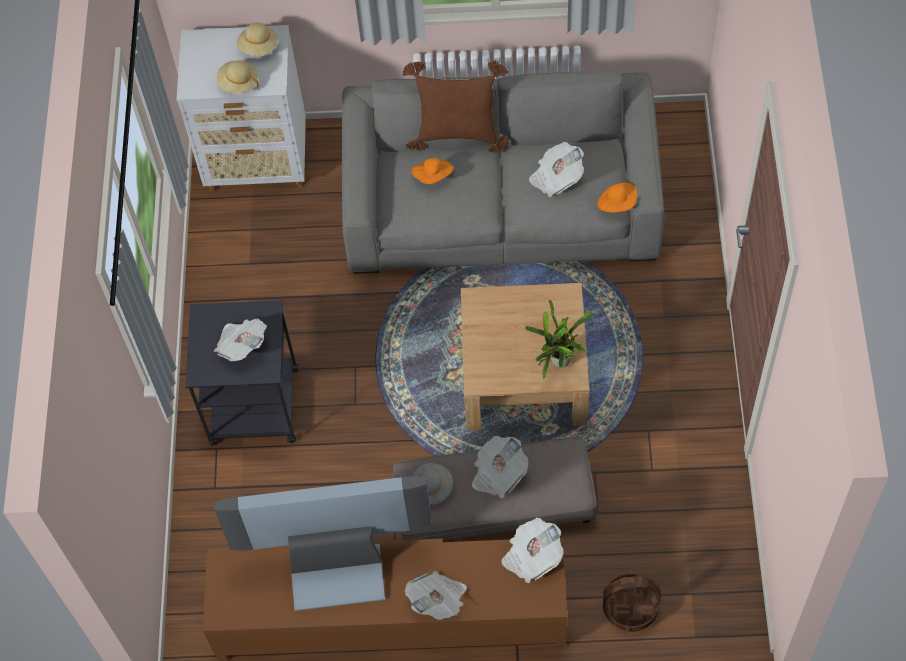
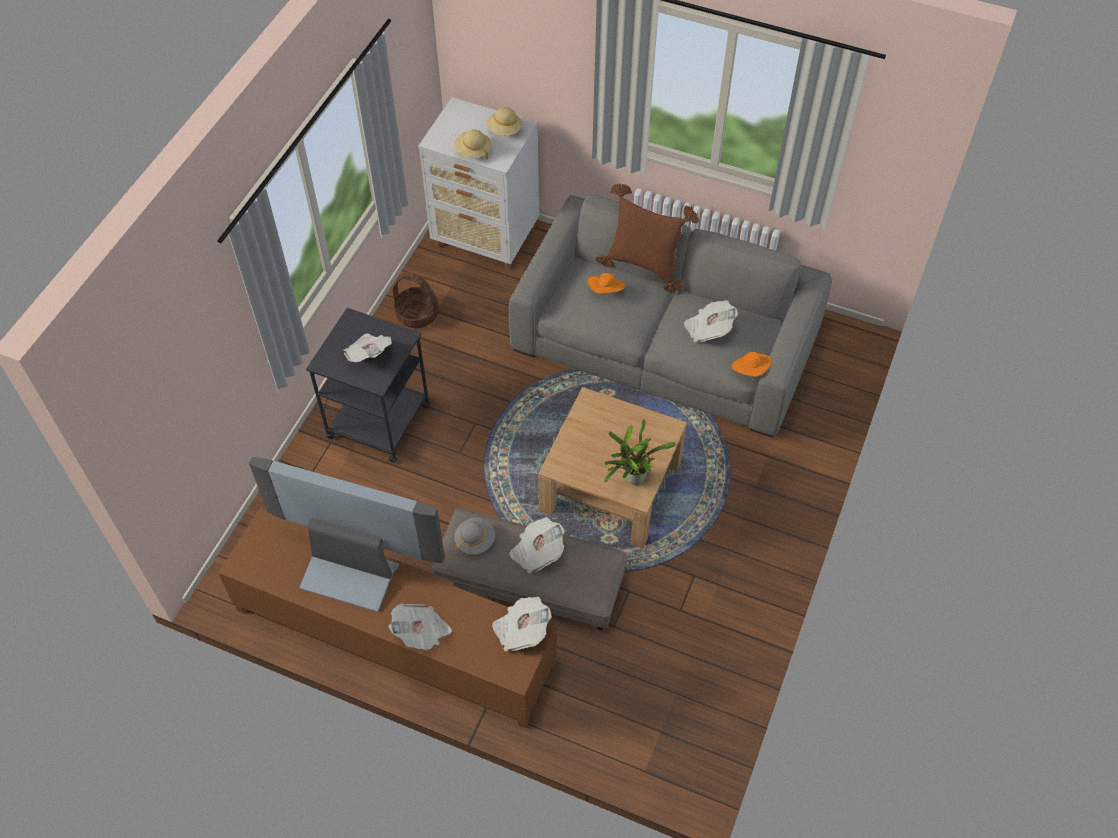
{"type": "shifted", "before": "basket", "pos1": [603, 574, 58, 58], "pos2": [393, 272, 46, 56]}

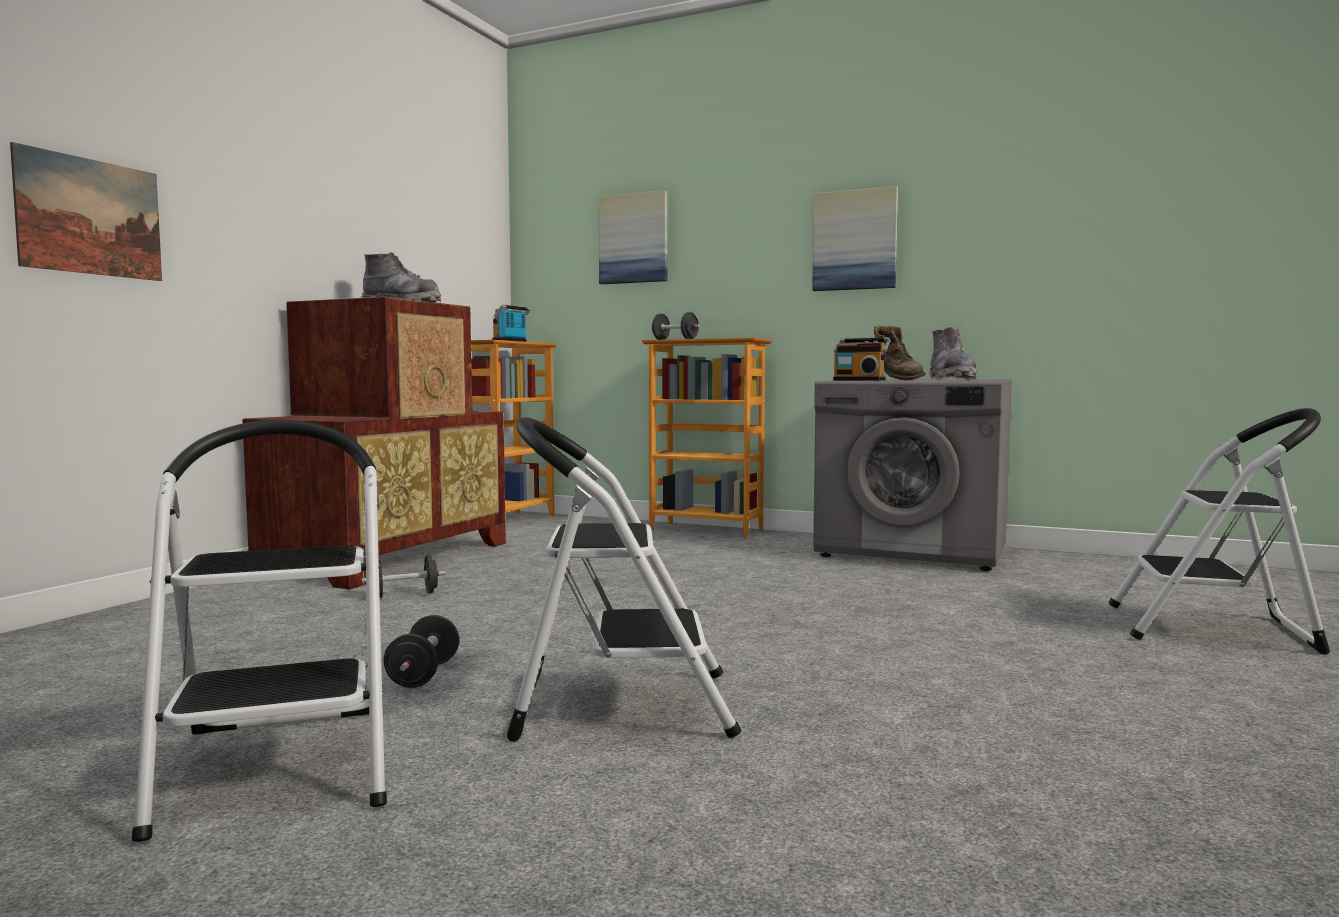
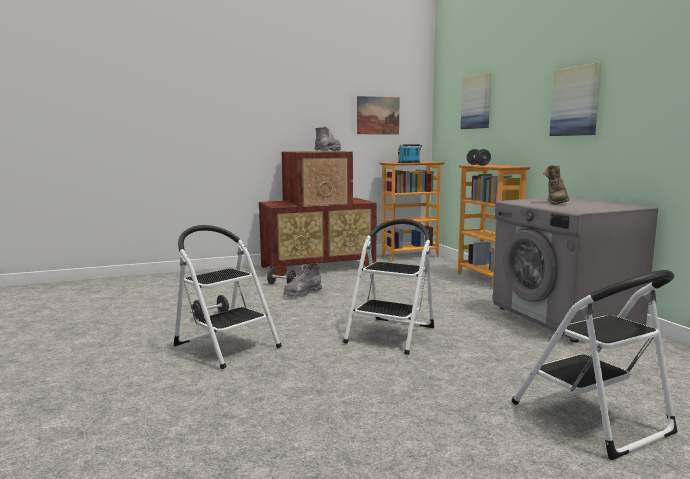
{"type": "shifted", "before": "picture", "pos1": [10, 142, 152, 139], "pos2": [357, 96, 43, 38]}
{"type": "shifted", "before": "step ladder", "pos1": [132, 419, 255, 423], "pos2": [343, 219, 91, 136]}
{"type": "gone", "before": "radio", "pos1": [833, 337, 58, 44]}
{"type": "shifted", "before": "boot/grey", "pos1": [930, 327, 47, 53], "pos2": [283, 263, 39, 34]}

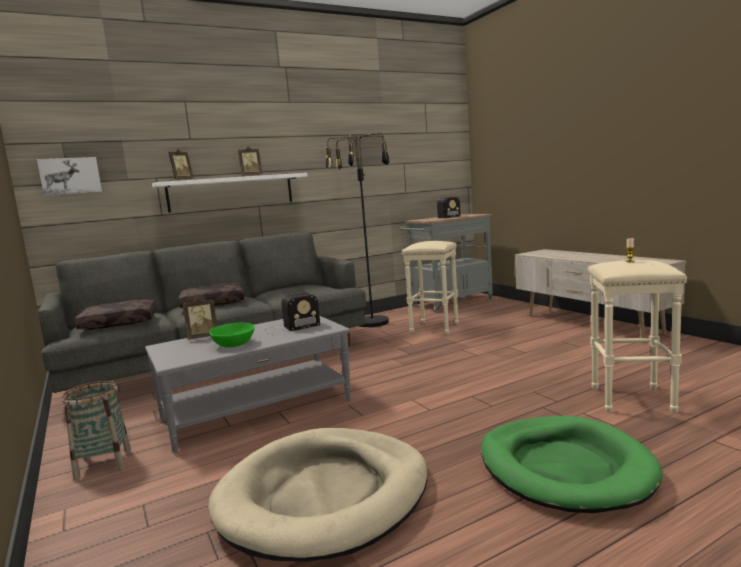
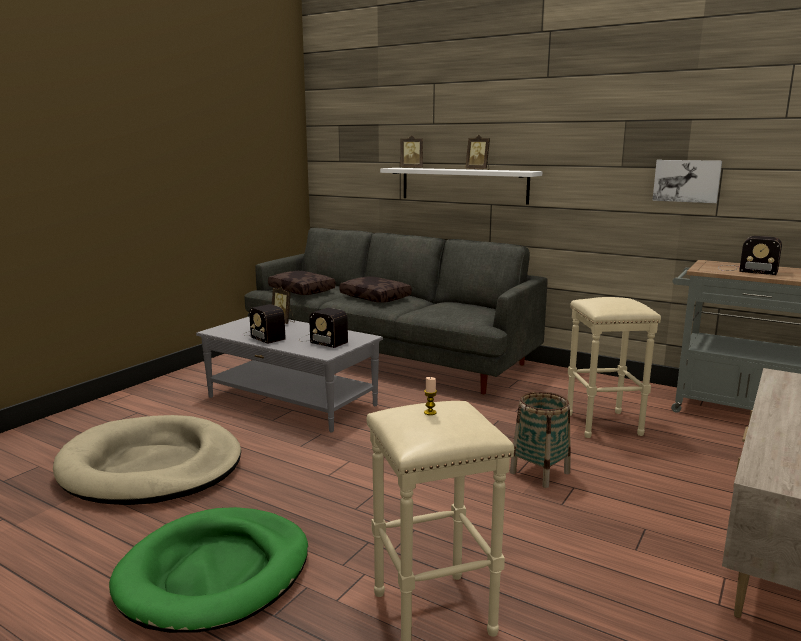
{"type": "shifted", "before": "picture", "pos1": [37, 157, 65, 39], "pos2": [652, 160, 70, 43]}
{"type": "shifted", "before": "basket", "pos1": [62, 381, 69, 99], "pos2": [510, 392, 61, 96]}
{"type": "swapped", "before": "bowl/green", "after": "radio", "pos1": [209, 323, 46, 24], "pos2": [246, 304, 40, 40]}
{"type": "gone", "before": "floor lamp", "pos1": [326, 133, 63, 194]}

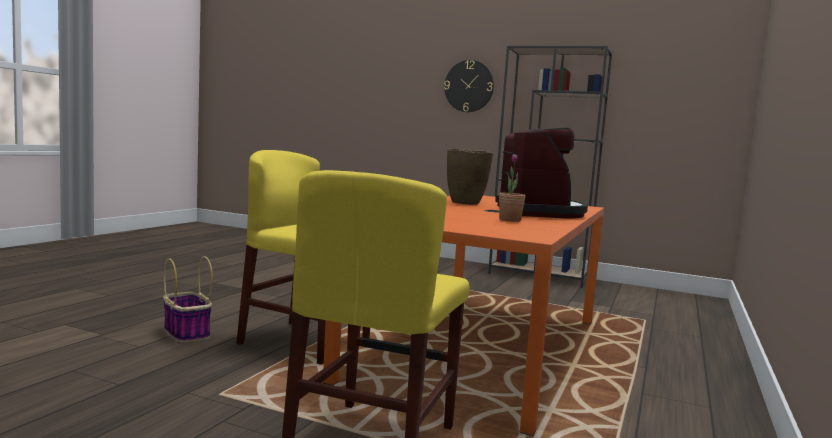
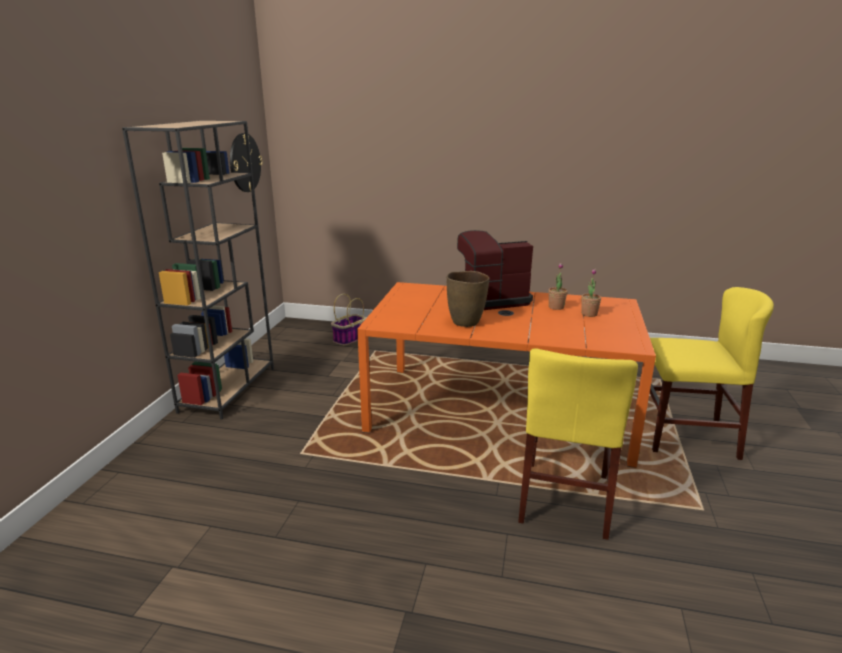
{"type": "shifted", "before": "basket", "pos1": [163, 256, 50, 87], "pos2": [331, 294, 35, 51]}
{"type": "shifted", "before": "wall clock", "pos1": [444, 60, 50, 52], "pos2": [230, 133, 33, 59]}
{"type": "new", "after": "potted plant", "pos2": [581, 269, 20, 48]}

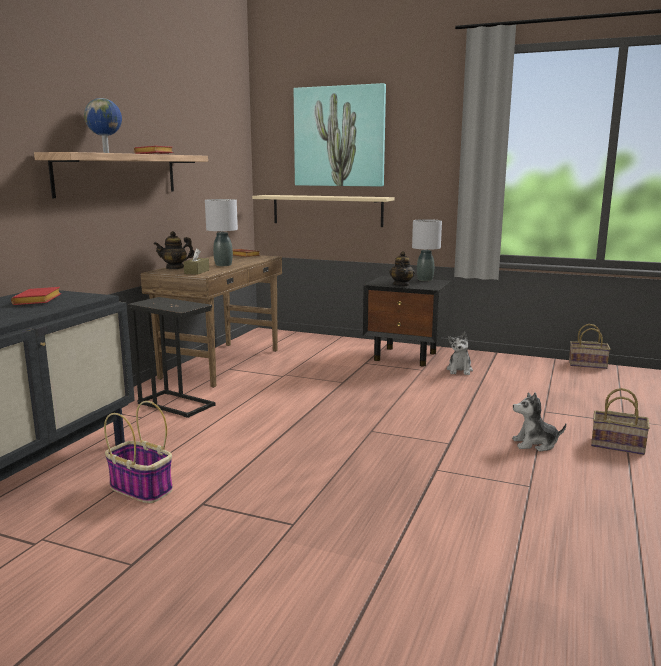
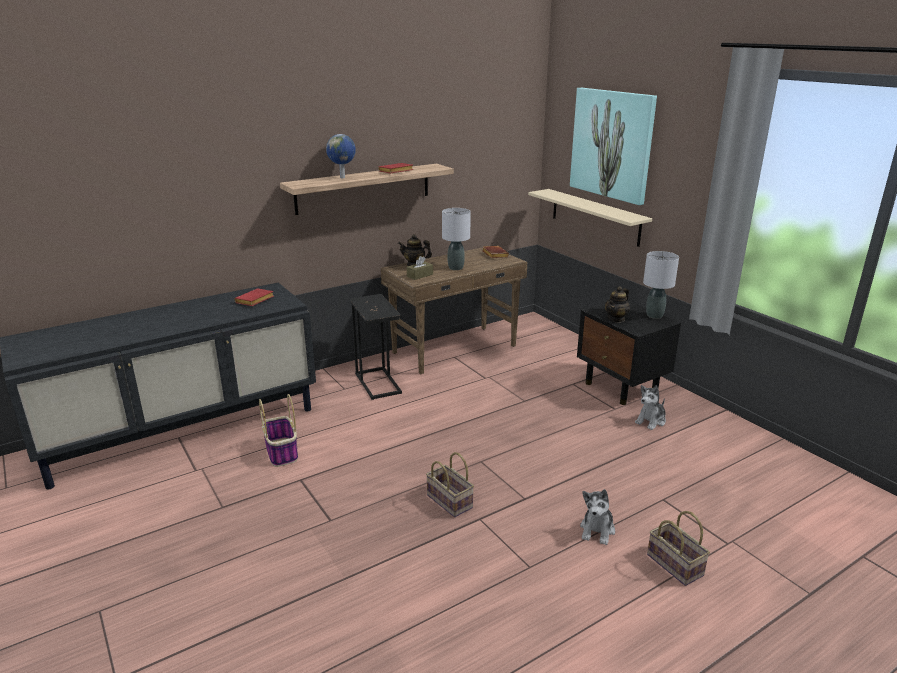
{"type": "rotated", "before": "plush toy", "pos1": [512, 392, 54, 59], "pos2": [580, 489, 35, 56], "turn": -105}
{"type": "shifted", "before": "basket", "pos1": [569, 324, 41, 45], "pos2": [426, 452, 48, 65]}

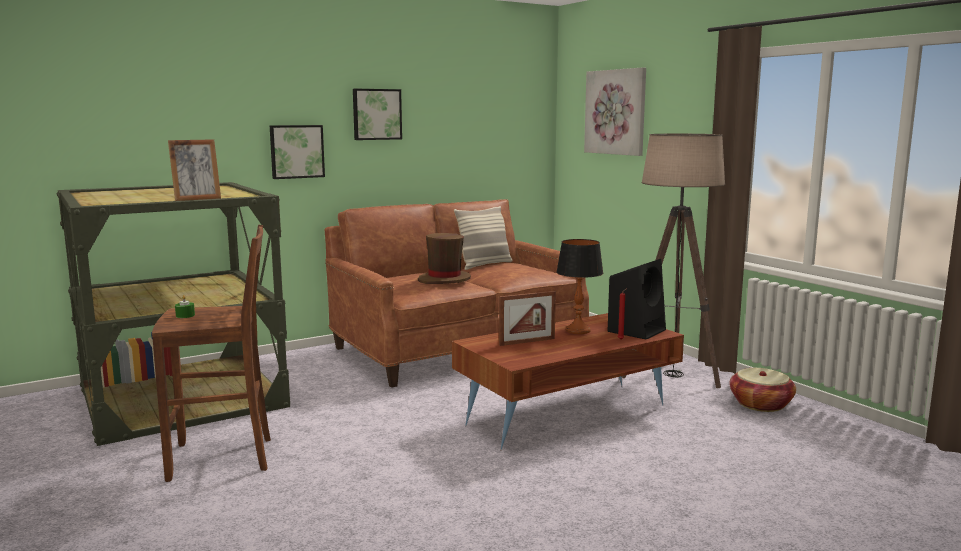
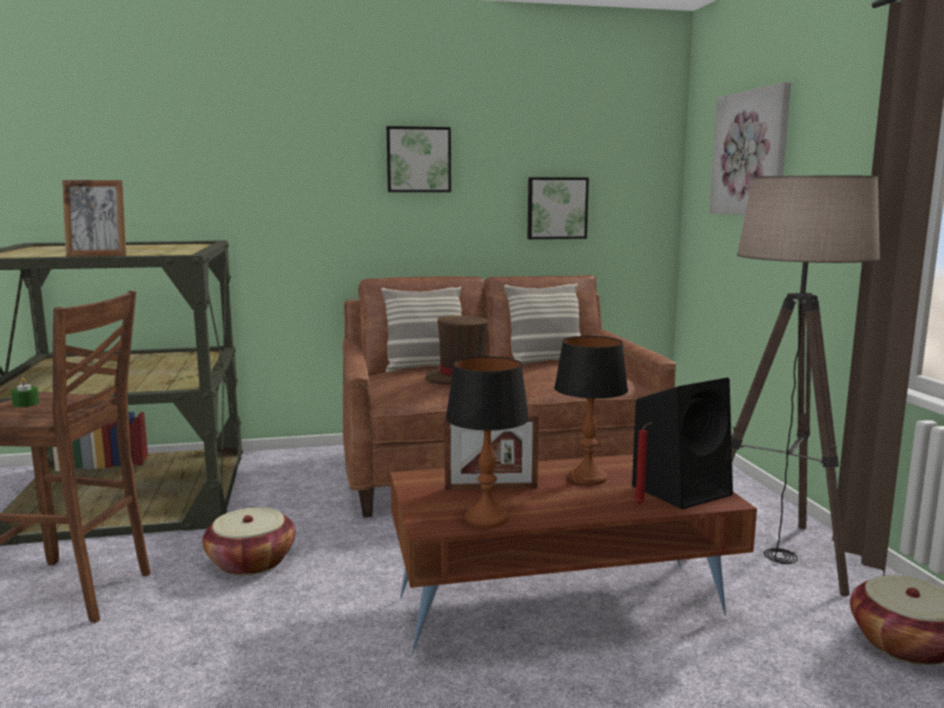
{"type": "shifted", "before": "picture", "pos1": [270, 125, 55, 54], "pos2": [527, 177, 62, 62]}
{"type": "new", "after": "basket", "pos2": [202, 507, 94, 68]}
{"type": "new", "after": "pillow", "pos2": [381, 286, 81, 86]}
{"type": "new", "after": "table lamp", "pos2": [446, 356, 83, 172]}

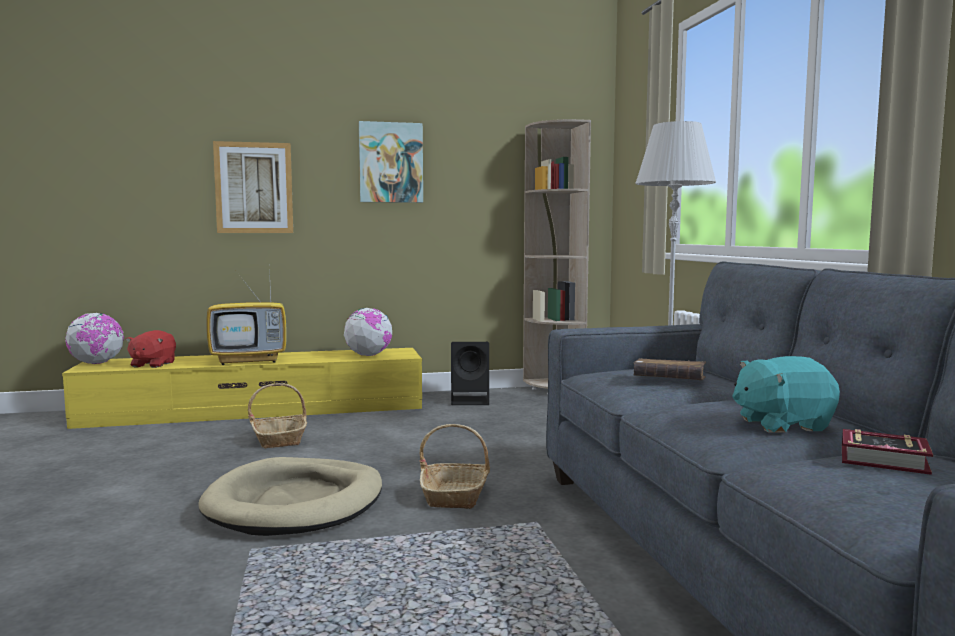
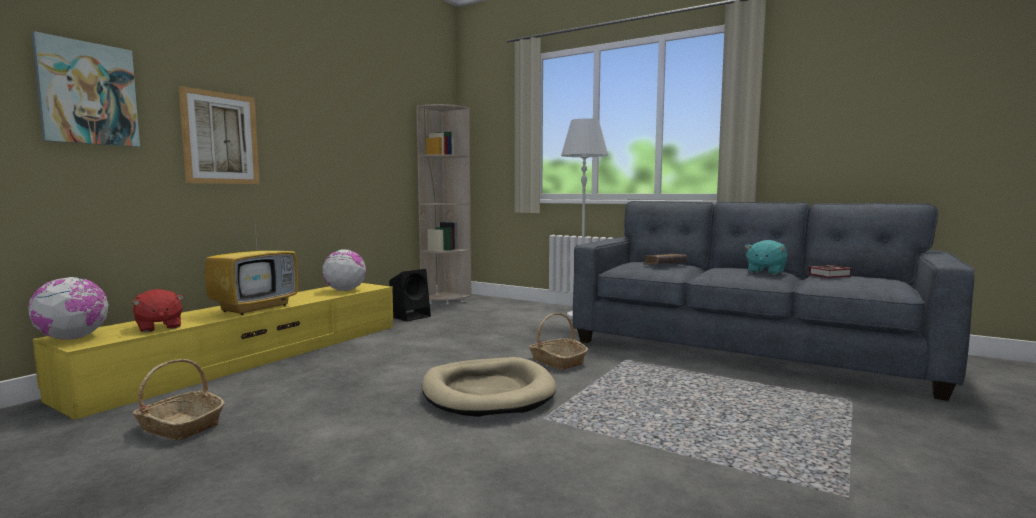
{"type": "shifted", "before": "basket", "pos1": [248, 383, 59, 65], "pos2": [132, 359, 93, 81]}
{"type": "shifted", "before": "picture", "pos1": [359, 121, 64, 82], "pos2": [32, 31, 108, 116]}

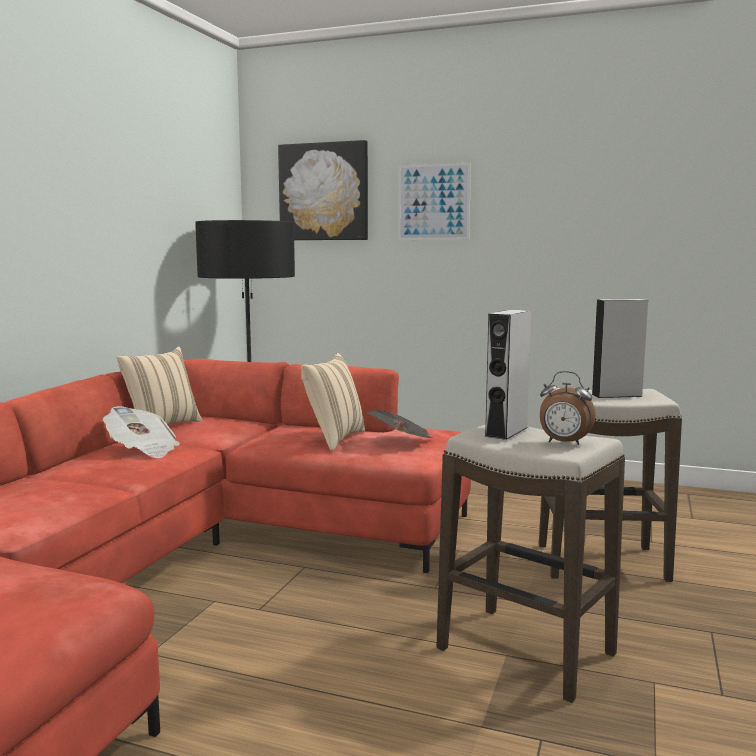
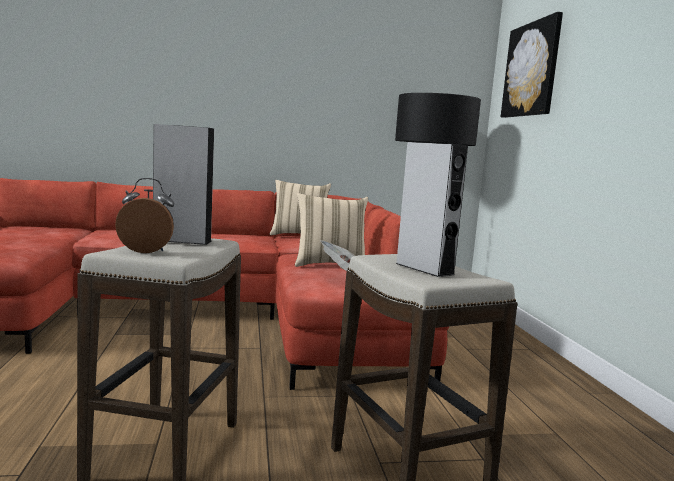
{"type": "gone", "before": "newspaper", "pos1": [103, 406, 77, 52]}
{"type": "gone", "before": "picture", "pos1": [398, 163, 73, 77]}
{"type": "rotated", "before": "alarm clock", "pos1": [540, 371, 56, 74], "pos2": [115, 178, 59, 75], "turn": 90}

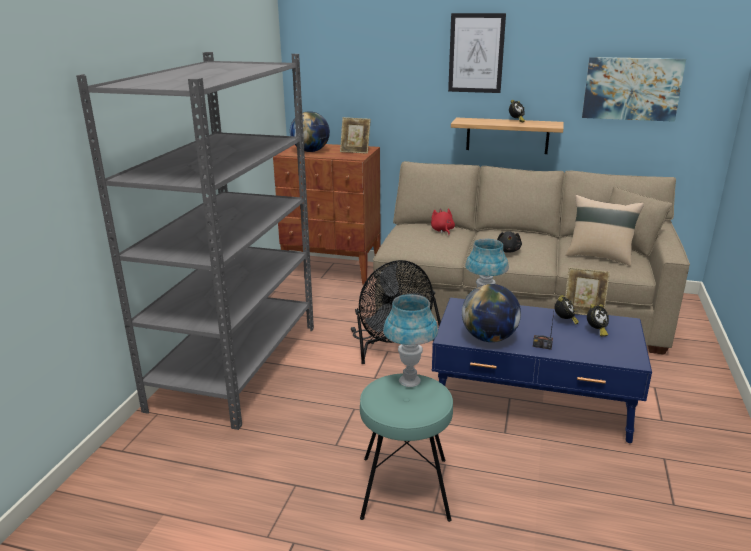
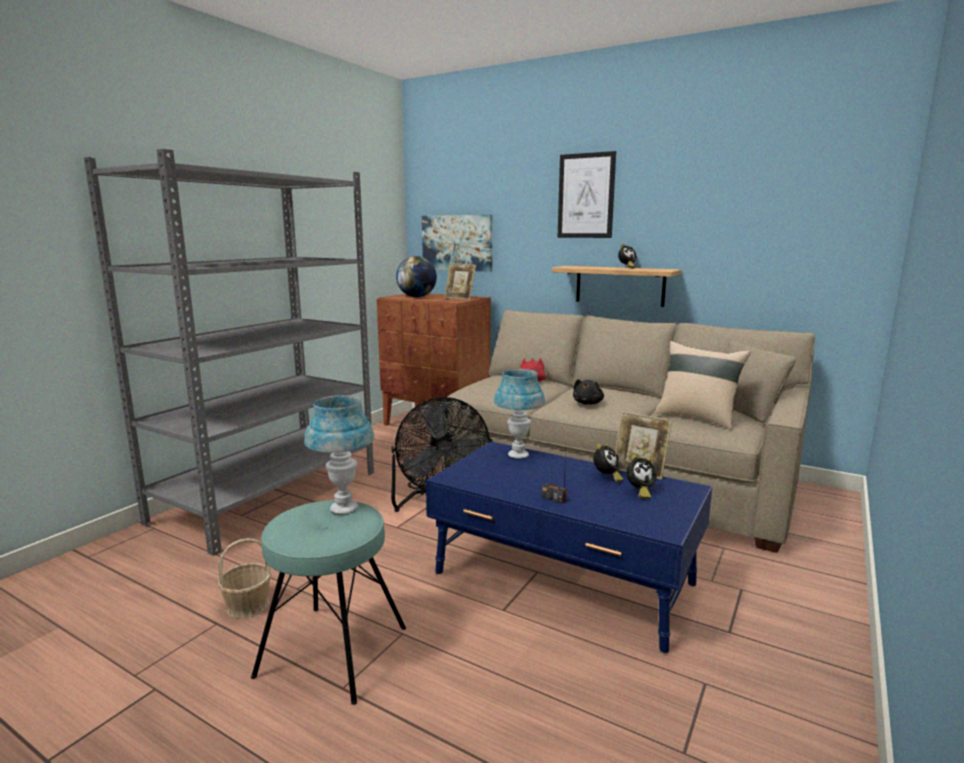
{"type": "gone", "before": "globe", "pos1": [462, 284, 59, 58]}
{"type": "shifted", "before": "picture", "pos1": [582, 57, 104, 65], "pos2": [422, 215, 70, 57]}
{"type": "new", "after": "basket", "pos2": [218, 538, 53, 80]}

